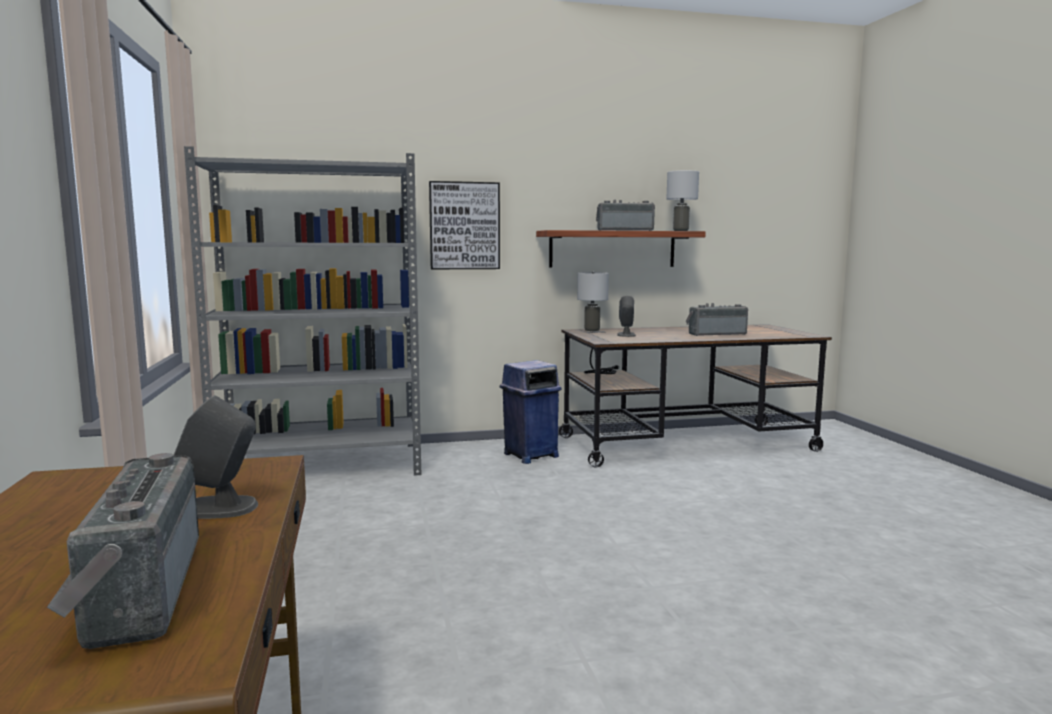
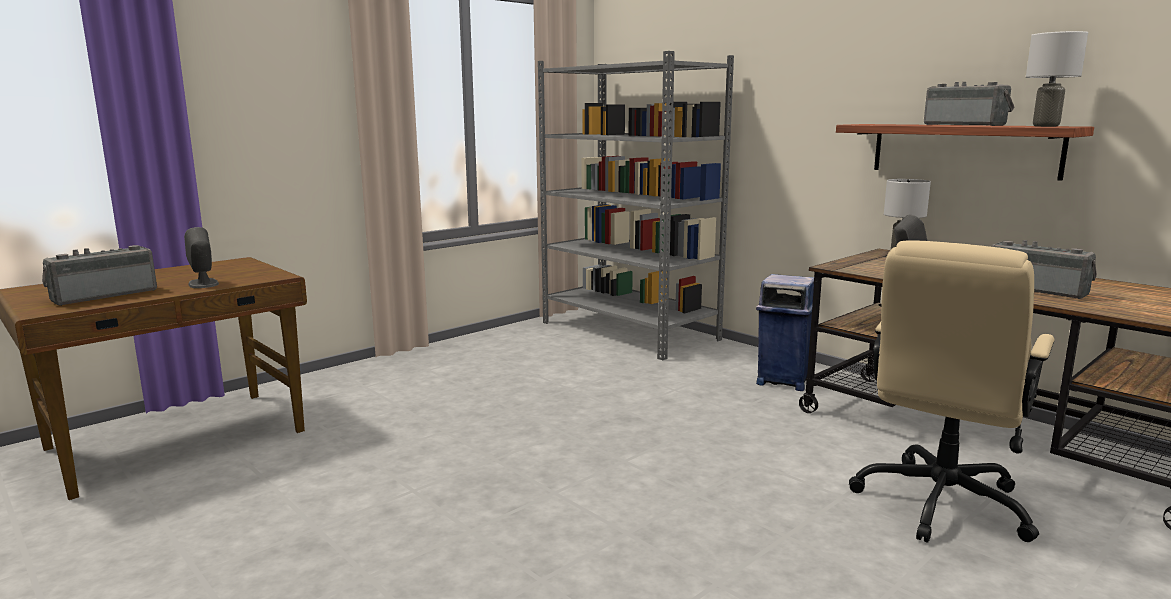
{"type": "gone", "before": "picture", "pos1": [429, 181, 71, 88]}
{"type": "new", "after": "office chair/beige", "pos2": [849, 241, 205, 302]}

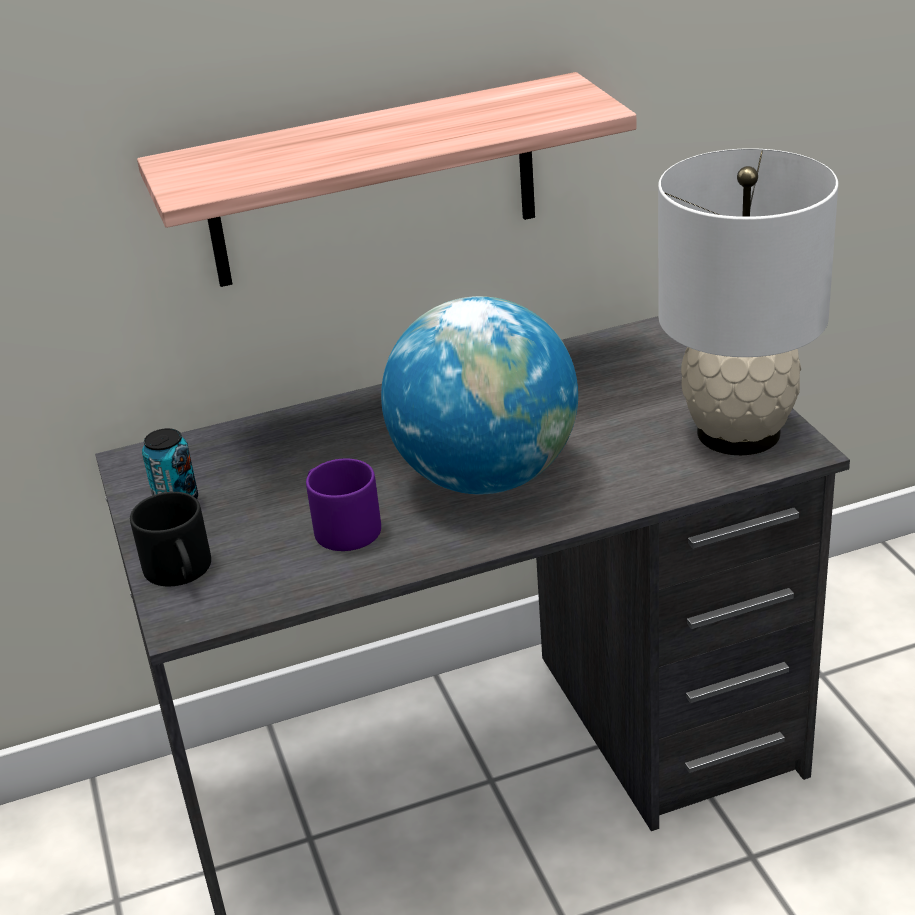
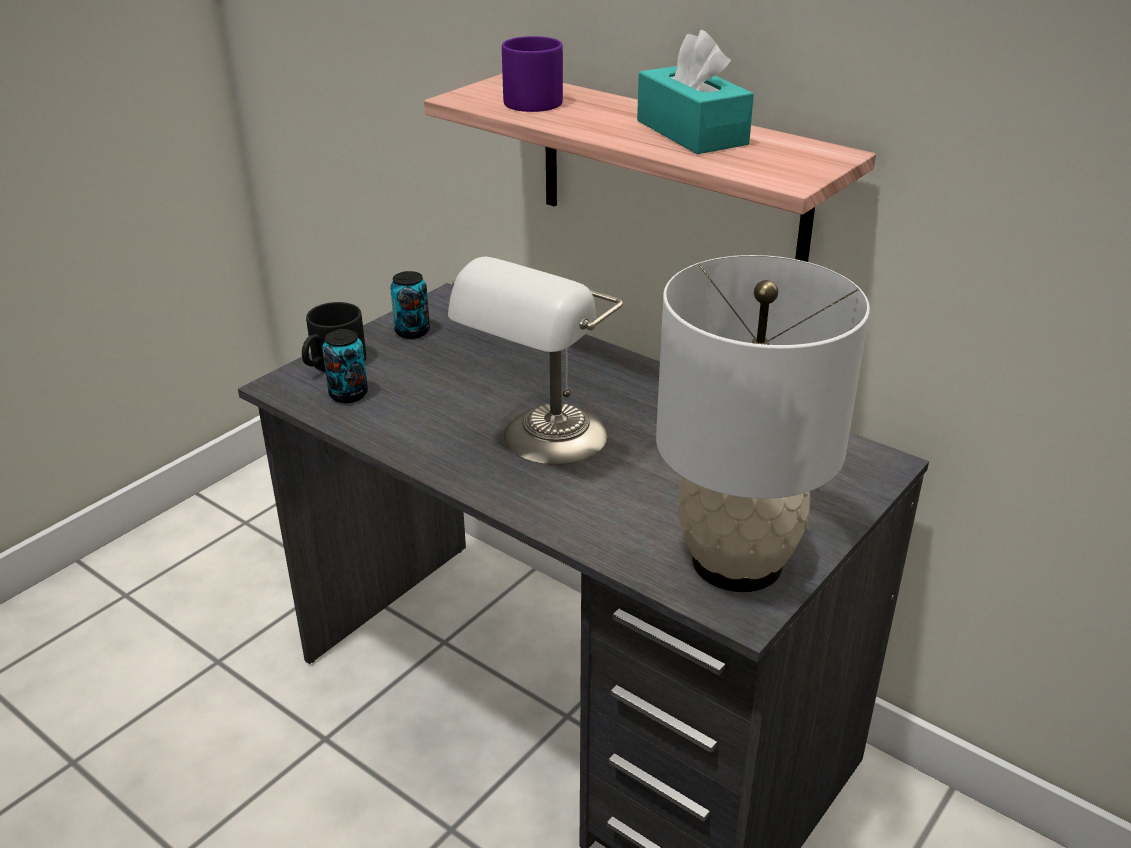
{"type": "shifted", "before": "mug/purple", "pos1": [306, 458, 75, 93], "pos2": [502, 36, 61, 76]}
{"type": "swapped", "before": "globe", "after": "table lamp/white", "pos1": [381, 296, 197, 198], "pos2": [448, 256, 175, 208]}
{"type": "new", "after": "can", "pos2": [322, 329, 46, 74]}
{"type": "new", "after": "tissue box/turquoise", "pos2": [637, 30, 117, 124]}

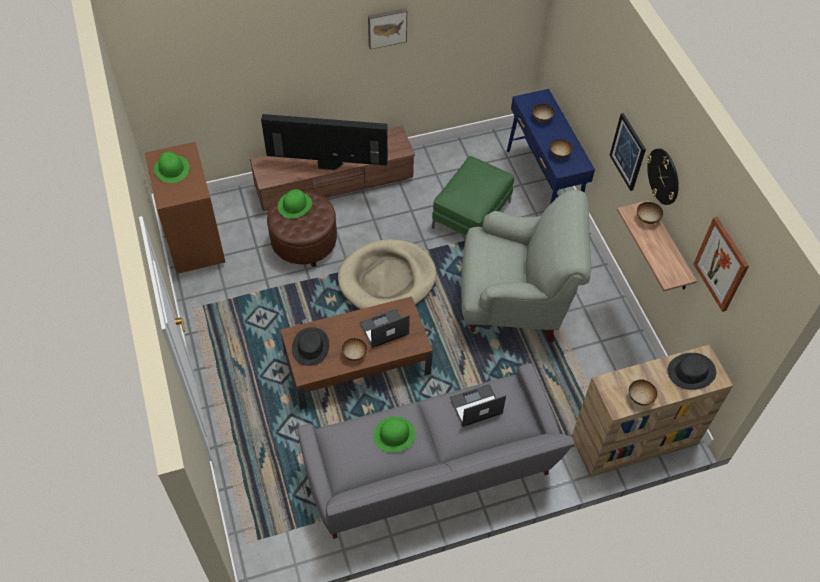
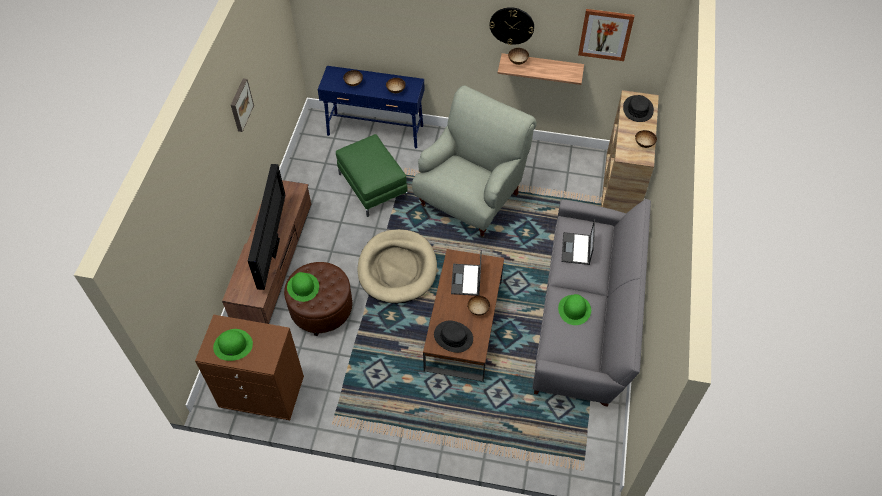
{"type": "rotated", "before": "television", "pos1": [261, 114, 127, 56], "pos2": [248, 164, 37, 126], "turn": 150}
{"type": "gone", "before": "picture", "pos1": [609, 113, 37, 78]}

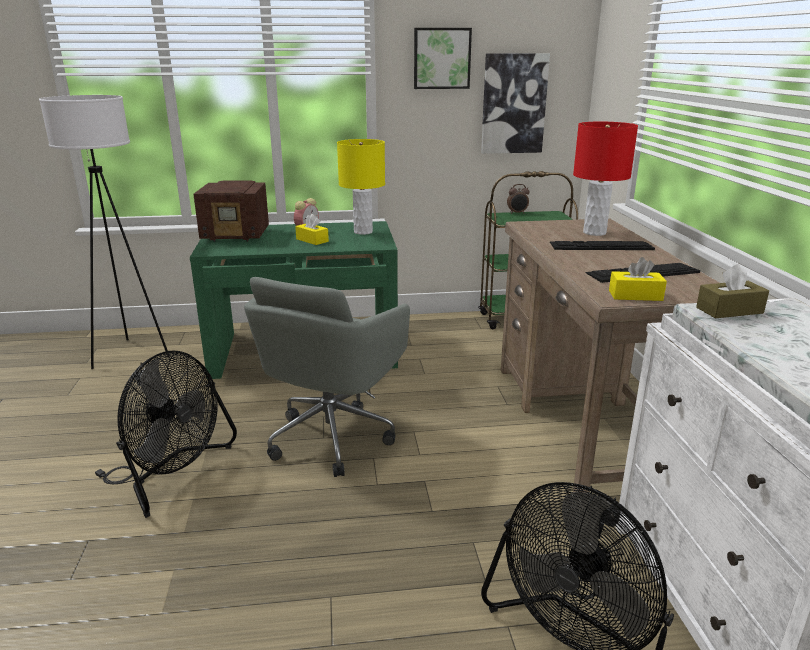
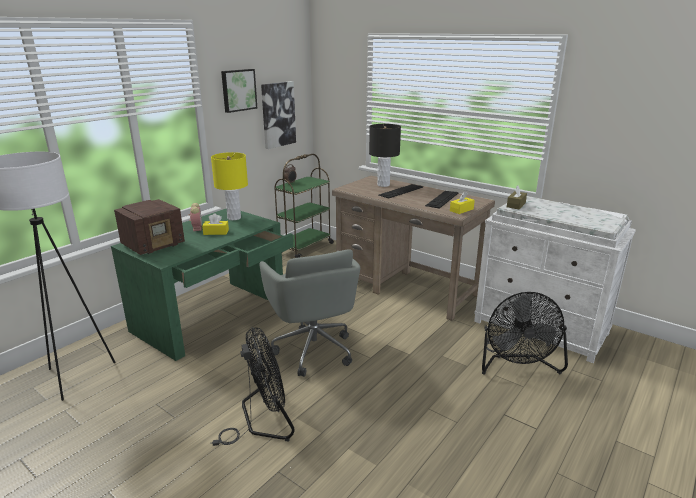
{"type": "repainted", "before": "table lamp/red", "after": "table lamp/black", "pos1": [573, 122, 65, 114], "pos2": [369, 124, 32, 63]}

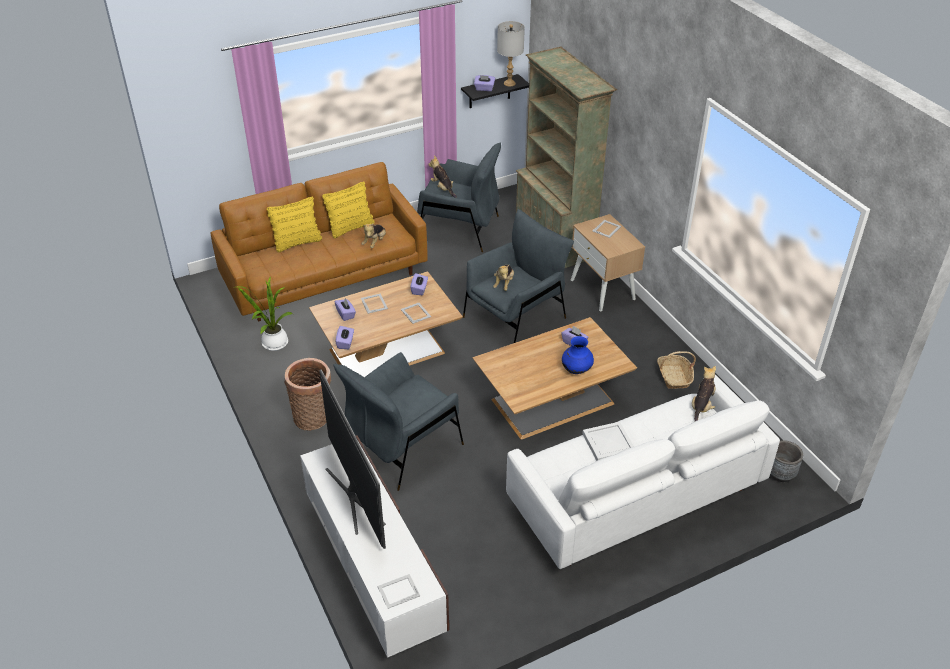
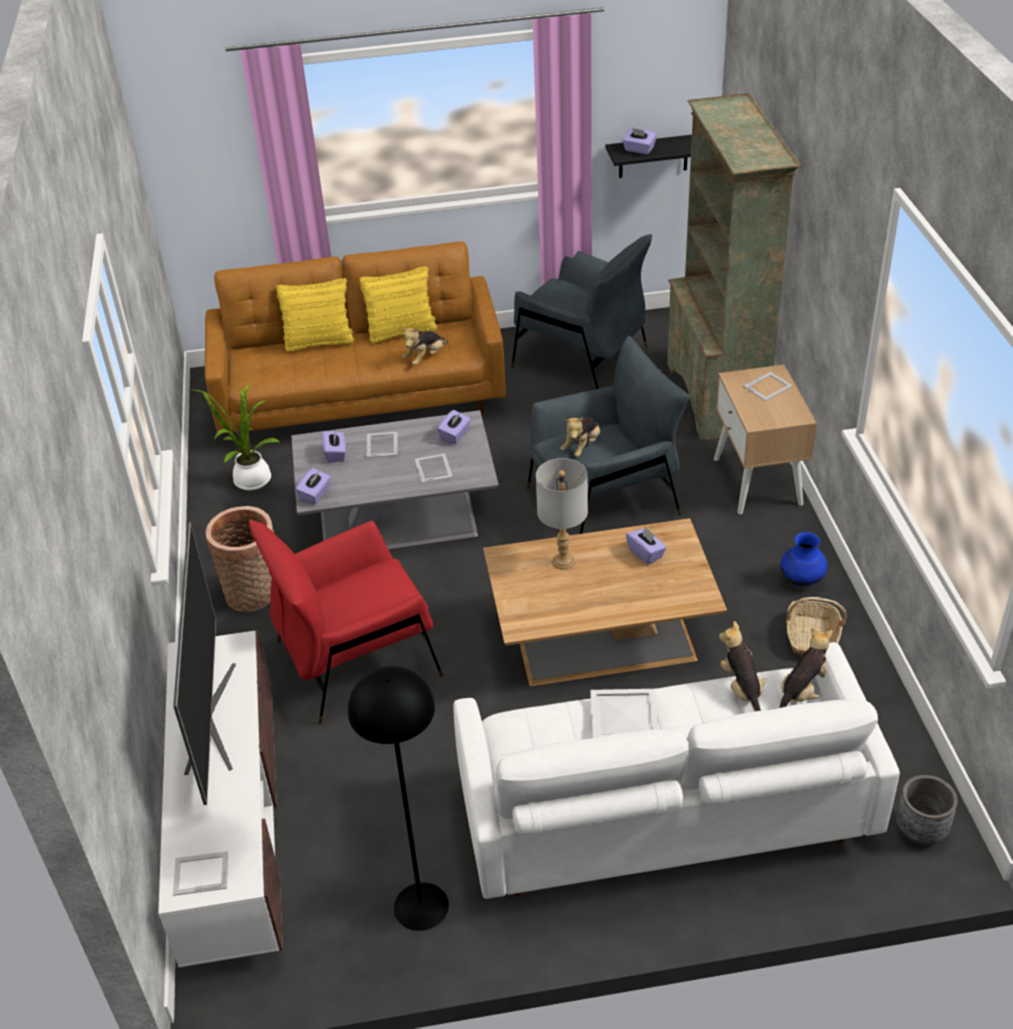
{"type": "repainted", "before": "coffee table/brown", "after": "coffee table/grey", "pos1": [309, 271, 154, 106], "pos2": [291, 410, 208, 139]}
{"type": "repainted", "before": "armchair/grey", "after": "armchair/red", "pos1": [333, 352, 131, 139], "pos2": [249, 520, 194, 204]}
{"type": "shifted", "before": "plush toy", "pos1": [428, 156, 29, 42], "pos2": [719, 621, 48, 90]}
{"type": "shifted", "before": "table lamp/grey", "pos1": [497, 21, 28, 65], "pos2": [536, 458, 52, 112]}
{"type": "shifted", "before": "vase/blue", "pos1": [562, 336, 32, 38], "pos2": [781, 532, 47, 54]}
{"type": "new", "after": "floor lamp/black", "pos2": [348, 666, 101, 265]}

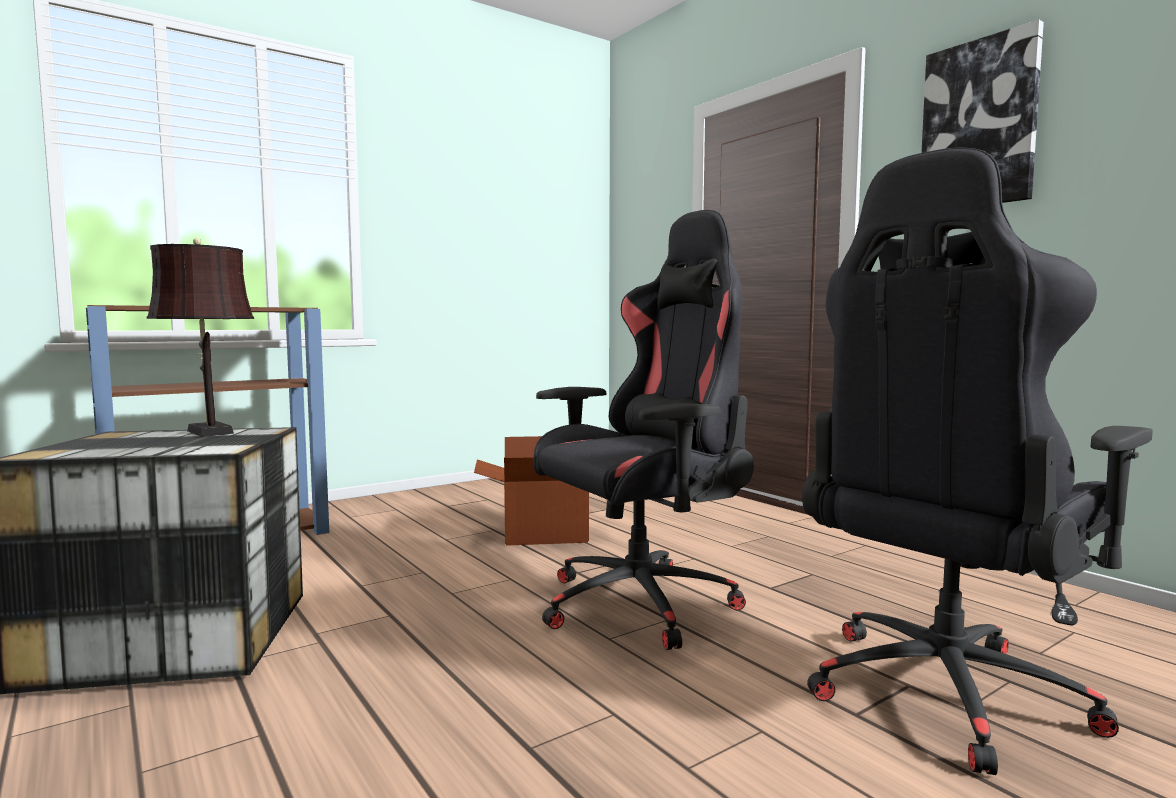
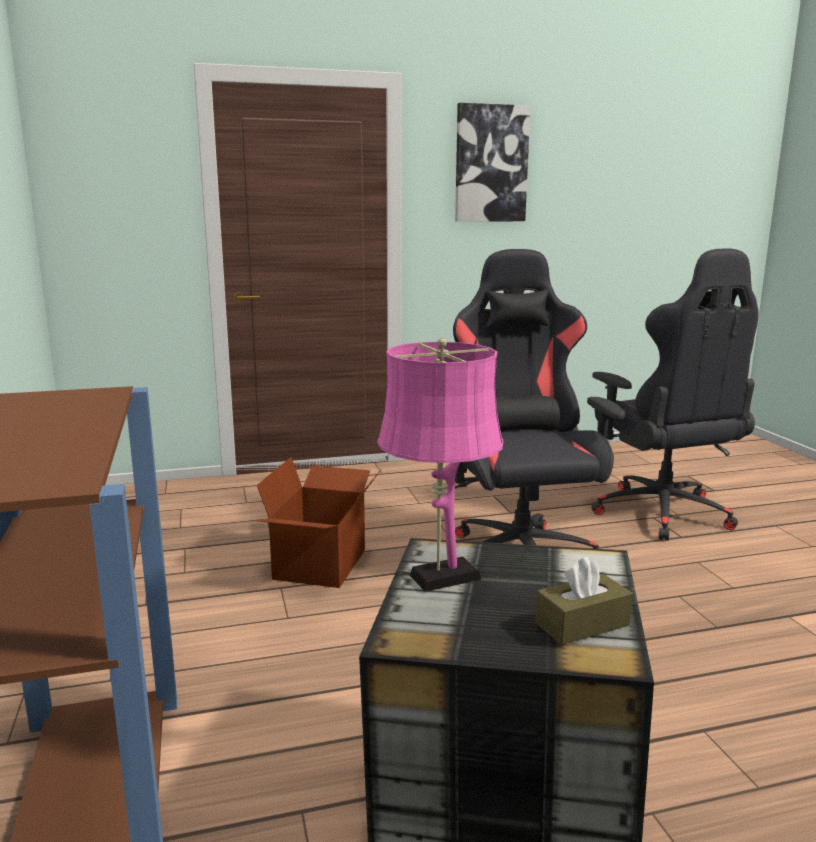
{"type": "repainted", "before": "table lamp/brown", "after": "table lamp/pink", "pos1": [146, 238, 108, 199], "pos2": [377, 338, 126, 254]}
{"type": "new", "after": "tissue box/brown", "pos2": [535, 557, 98, 88]}

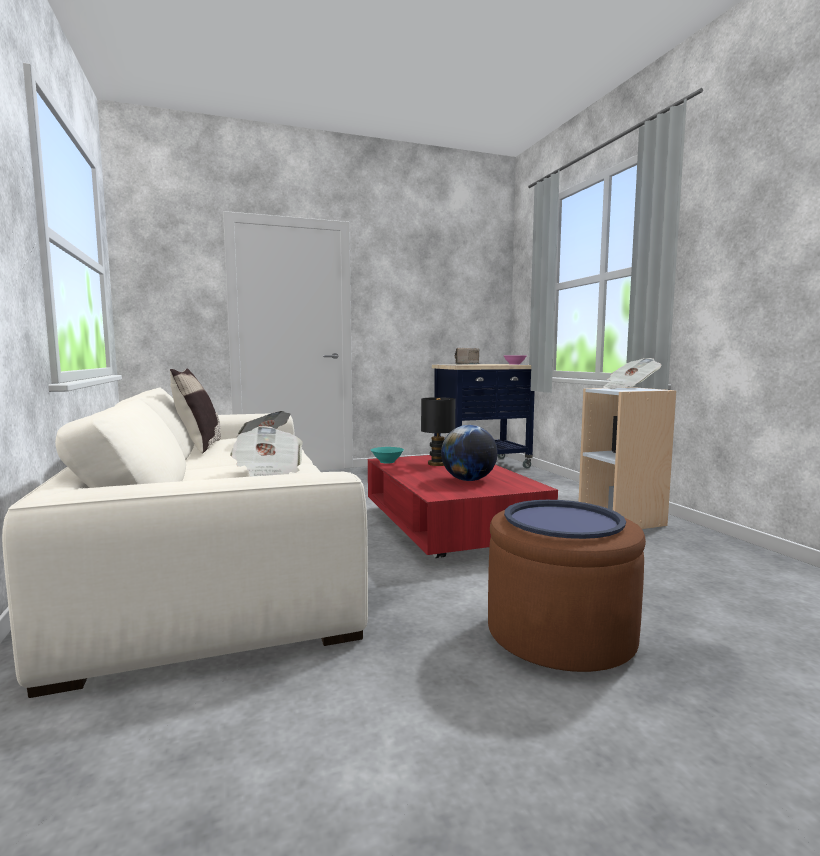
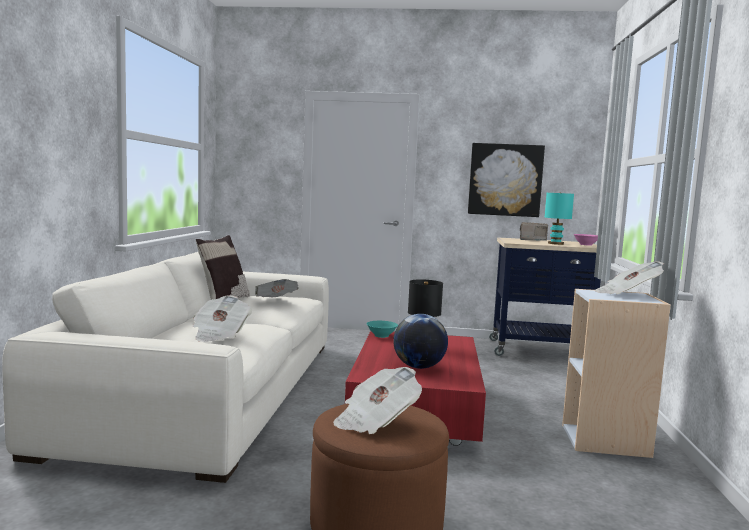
{"type": "swapped", "before": "tray/blue", "after": "newspaper", "pos1": [504, 500, 122, 39], "pos2": [333, 367, 89, 67]}
{"type": "new", "after": "picture", "pos2": [468, 143, 77, 74]}
{"type": "new", "after": "table lamp/turquoise", "pos2": [545, 193, 29, 52]}

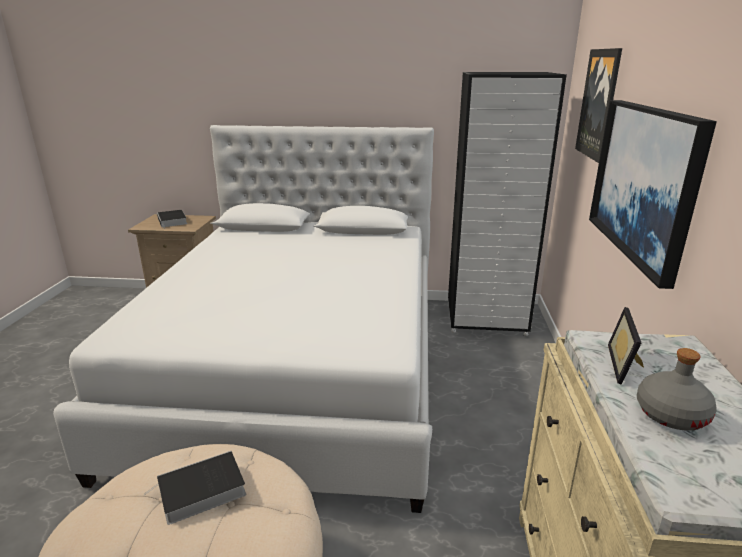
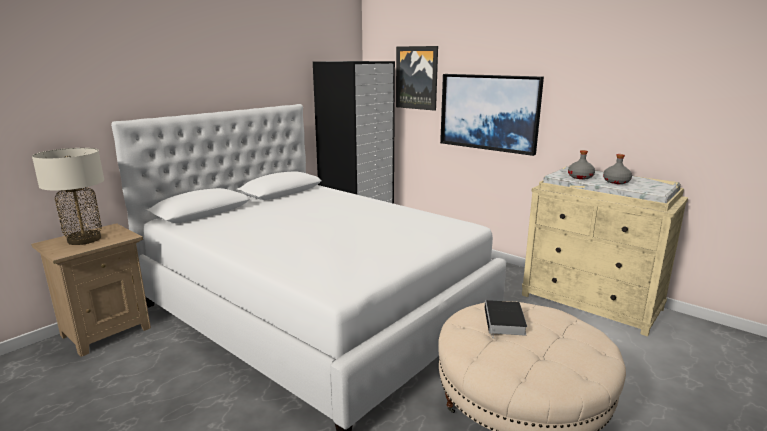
{"type": "swapped", "before": "book", "after": "table lamp", "pos1": [157, 210, 30, 18], "pos2": [32, 148, 72, 97]}
{"type": "swapped", "before": "picture frame", "after": "bottle/grey", "pos1": [608, 307, 36, 78], "pos2": [568, 150, 27, 29]}

